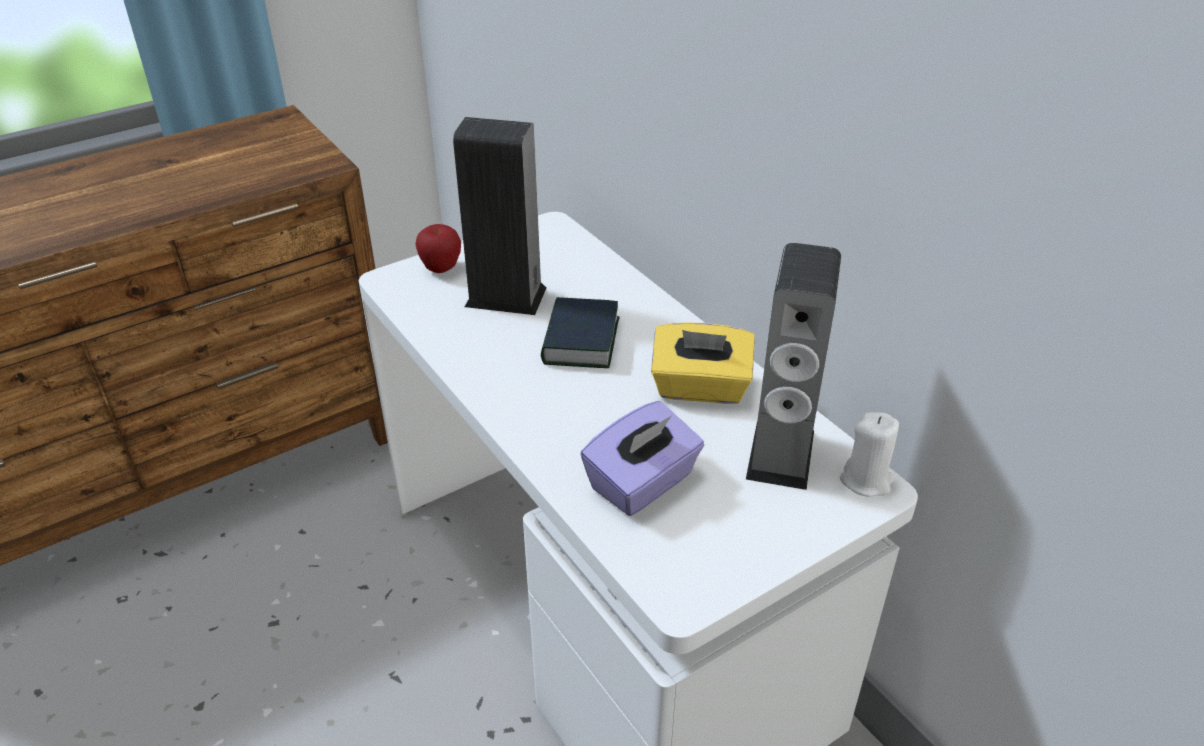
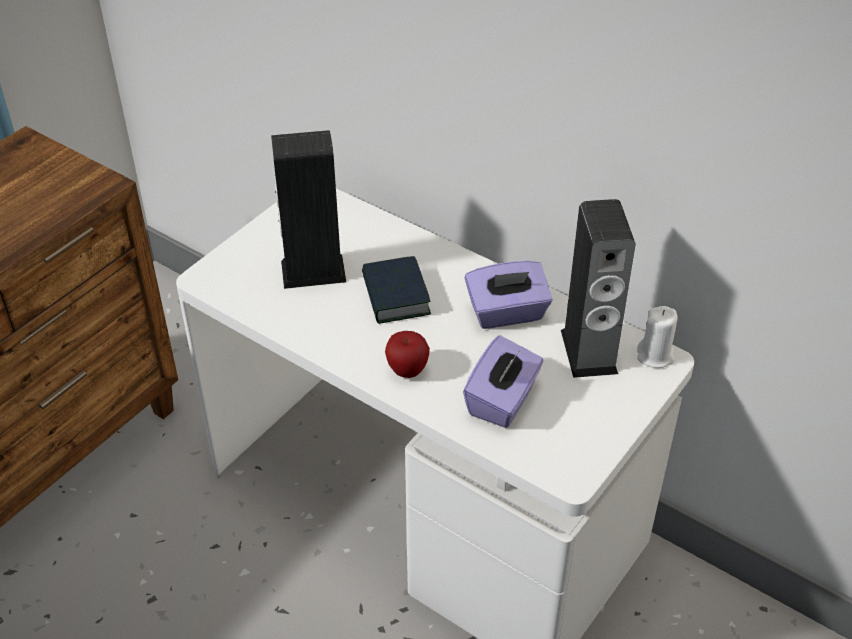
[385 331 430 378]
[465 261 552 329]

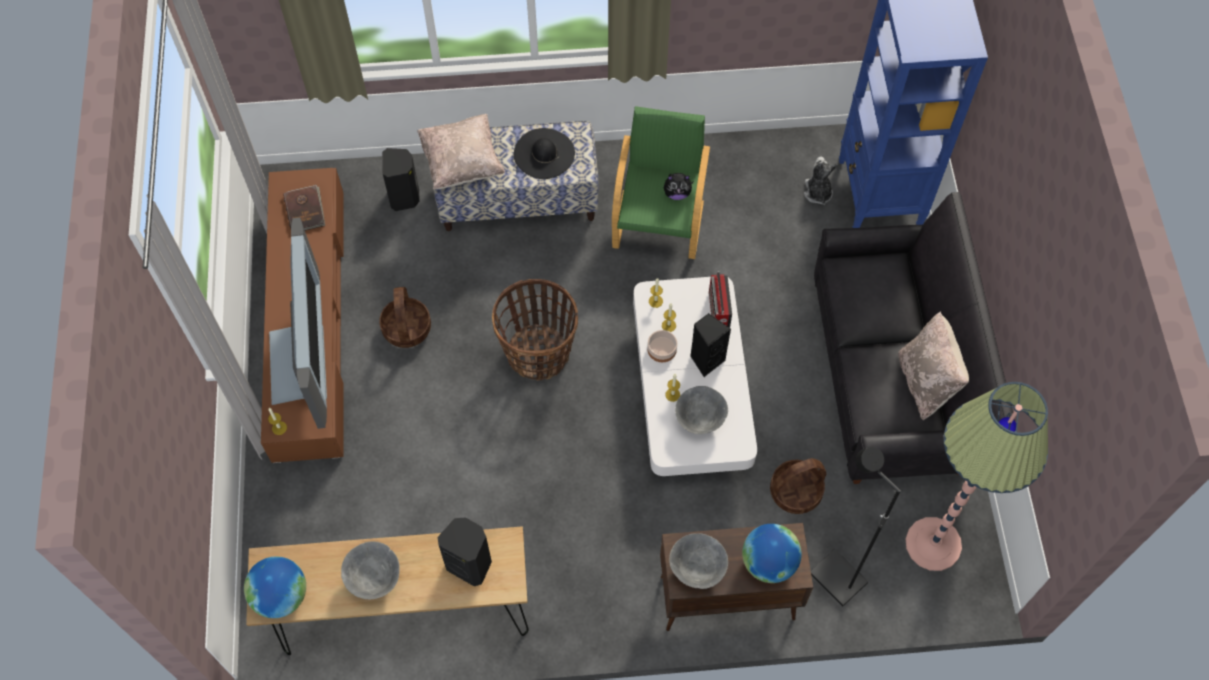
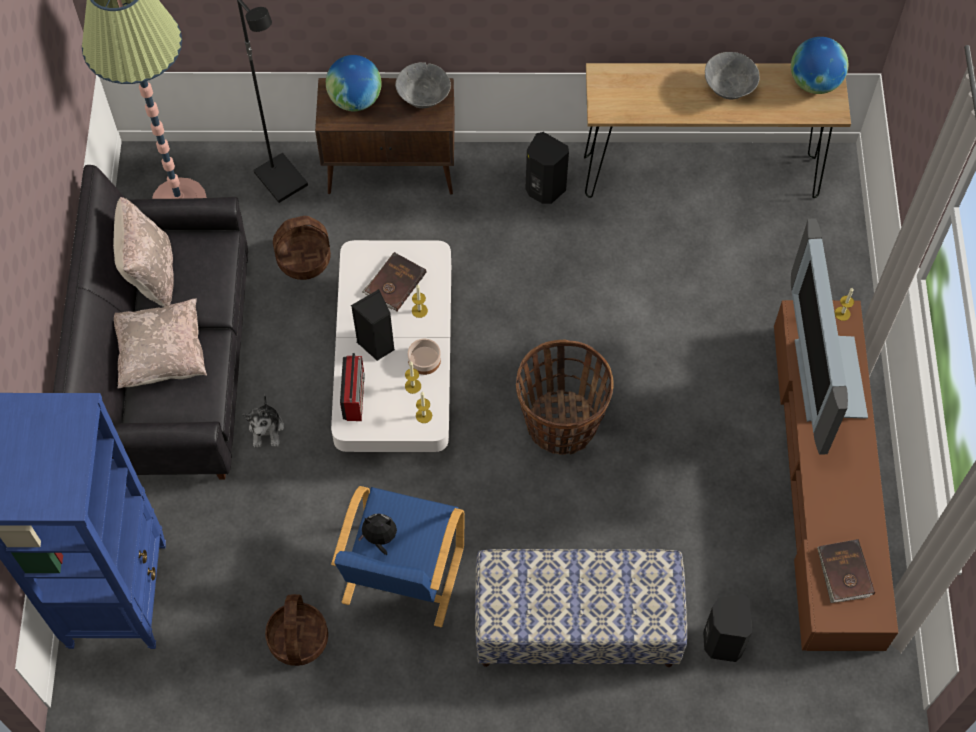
[331 486 465 627]
[114 299 207 388]
[514 128 575 179] (first image)
[242 394 284 448]
[265 594 328 666]
[362 252 426 311]
[525 132 569 204]

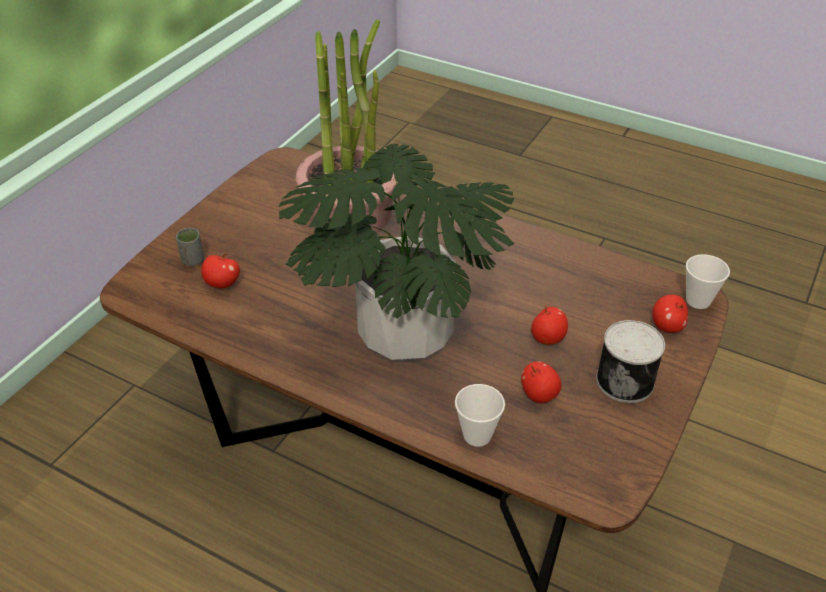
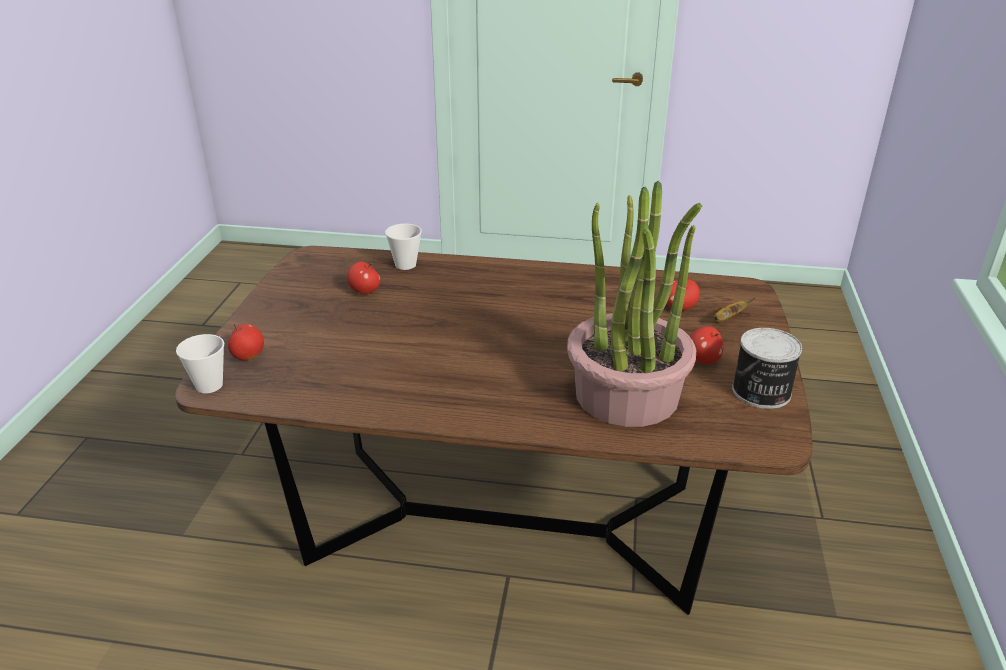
[278 144 515 360] (first image)
[714 298 755 322]
[690 326 723 364]
[732 328 802 409]

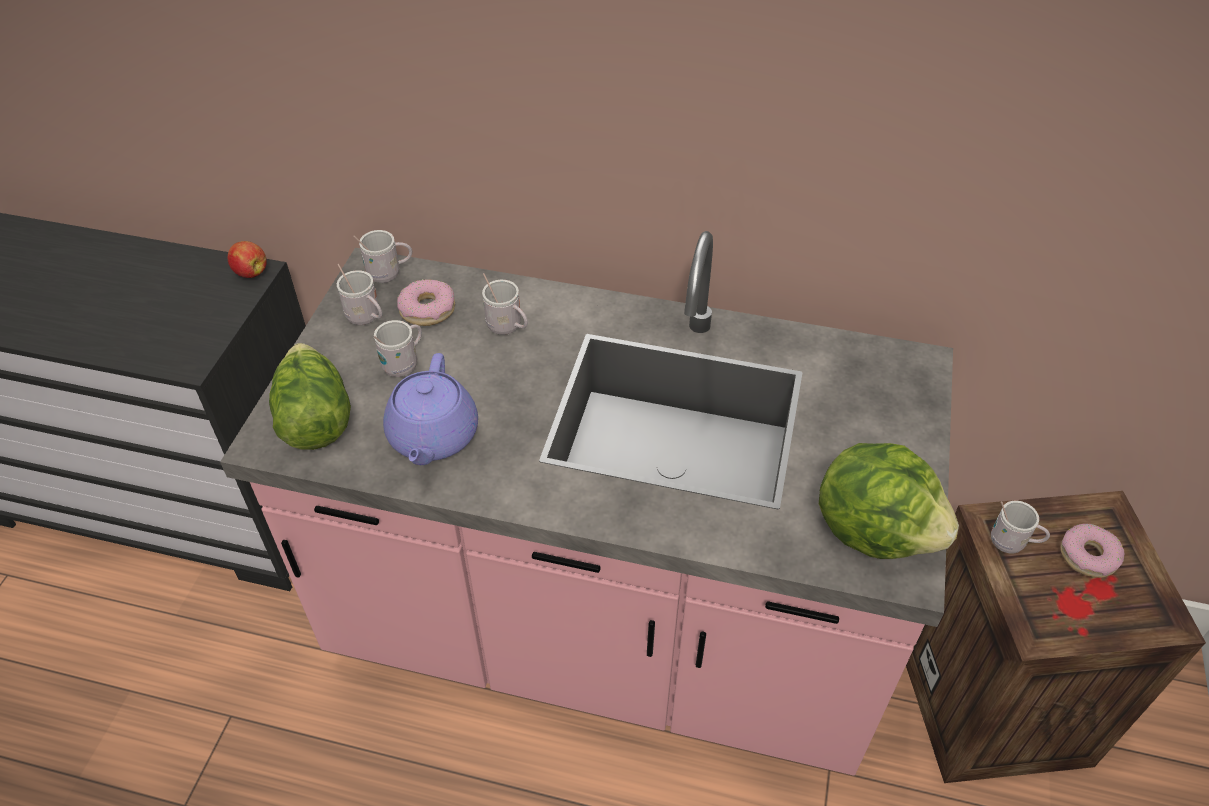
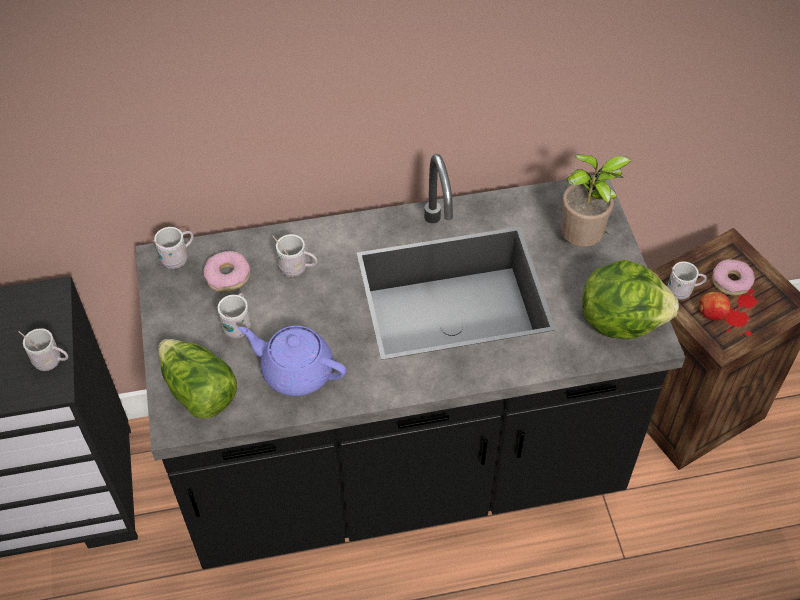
[136 154 686 569]
[699 292 730 321]
[18 328 68 371]
[238 326 347 396]
[561 154 631 247]

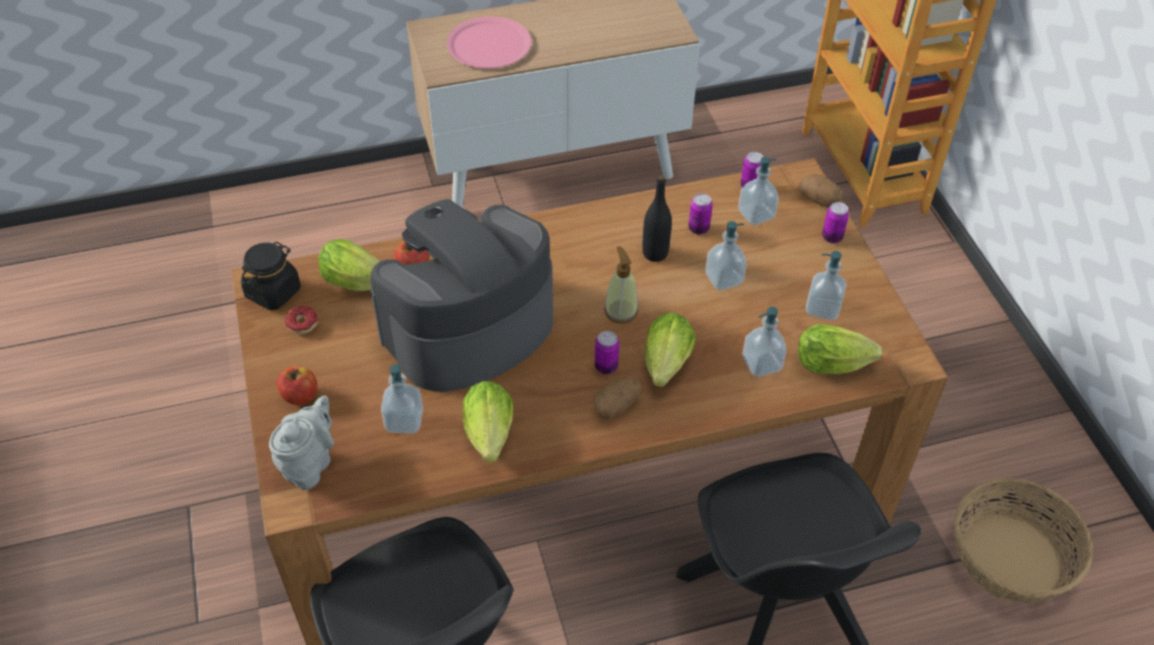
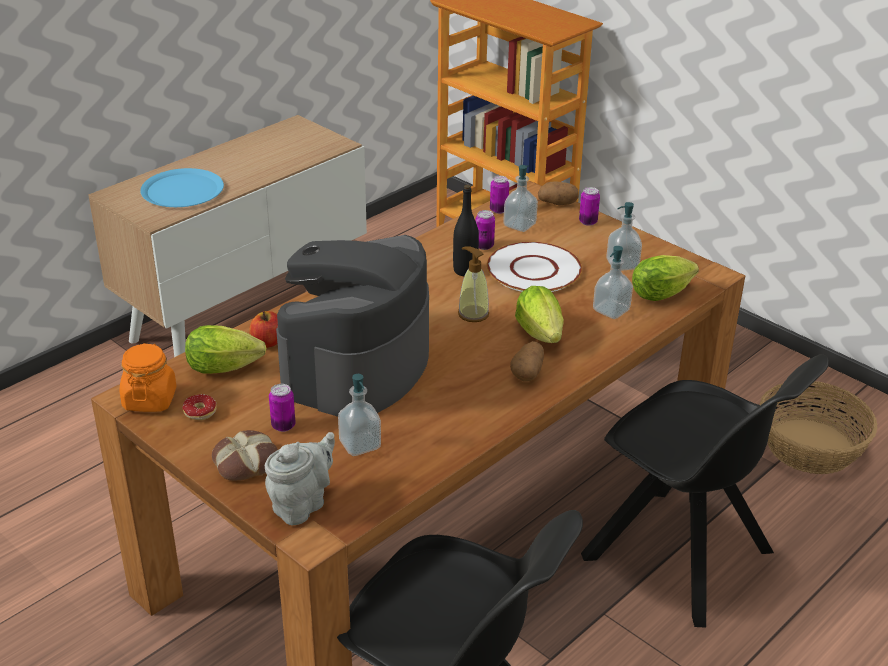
[140 168 224 207]
[487 242 582 292]
[120 343 177 412]
[269 384 295 432]
[212 430 278 481]
[463 381 513 462] (first image)
[265 432 335 525]

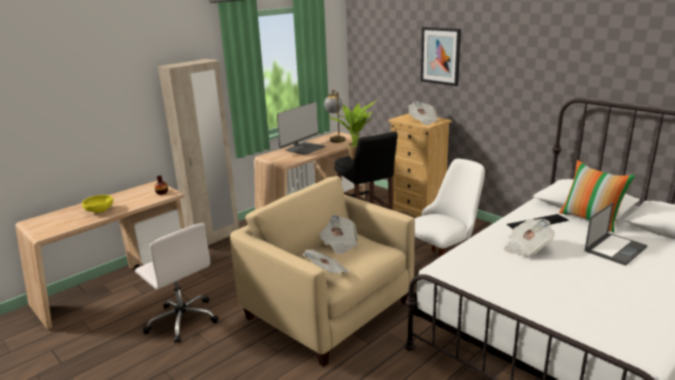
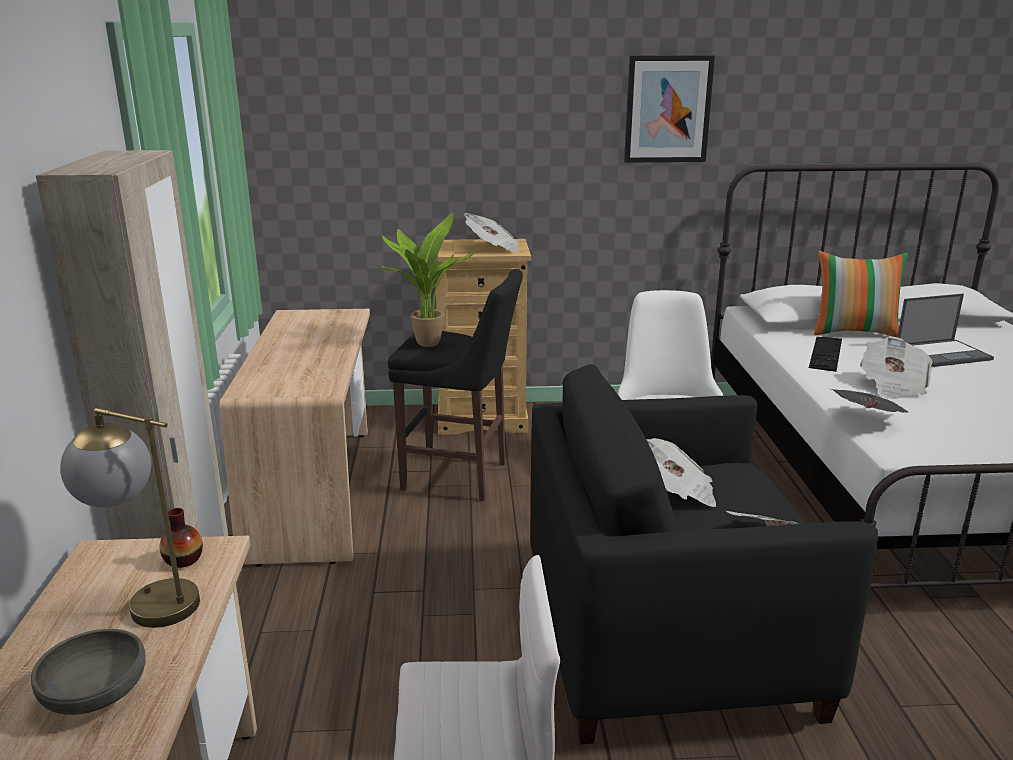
[624 55 715 163]
[60 407 200 628]
[277 102 326 155] (first image)
[530 364 878 744]
[31 629 146 715]
[897 294 994 367]
[831 389 908 413]

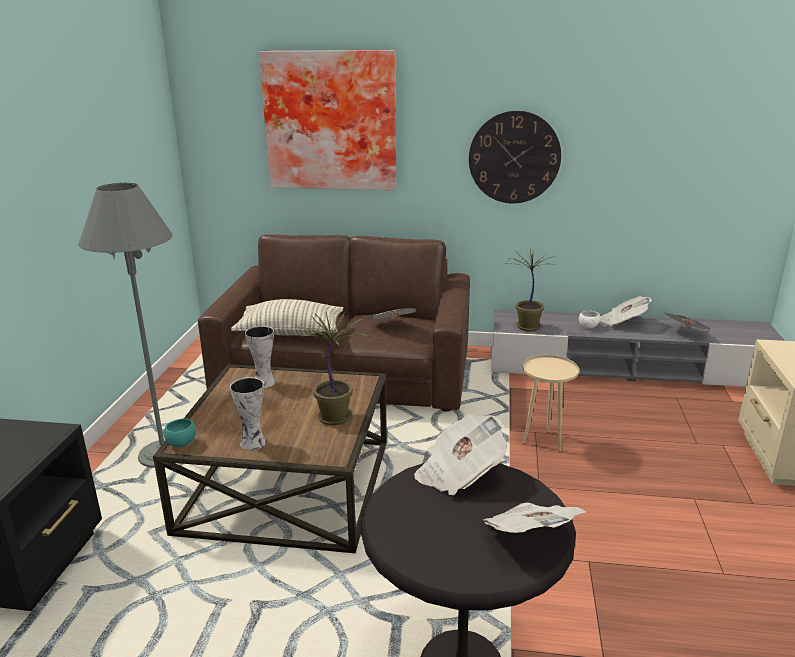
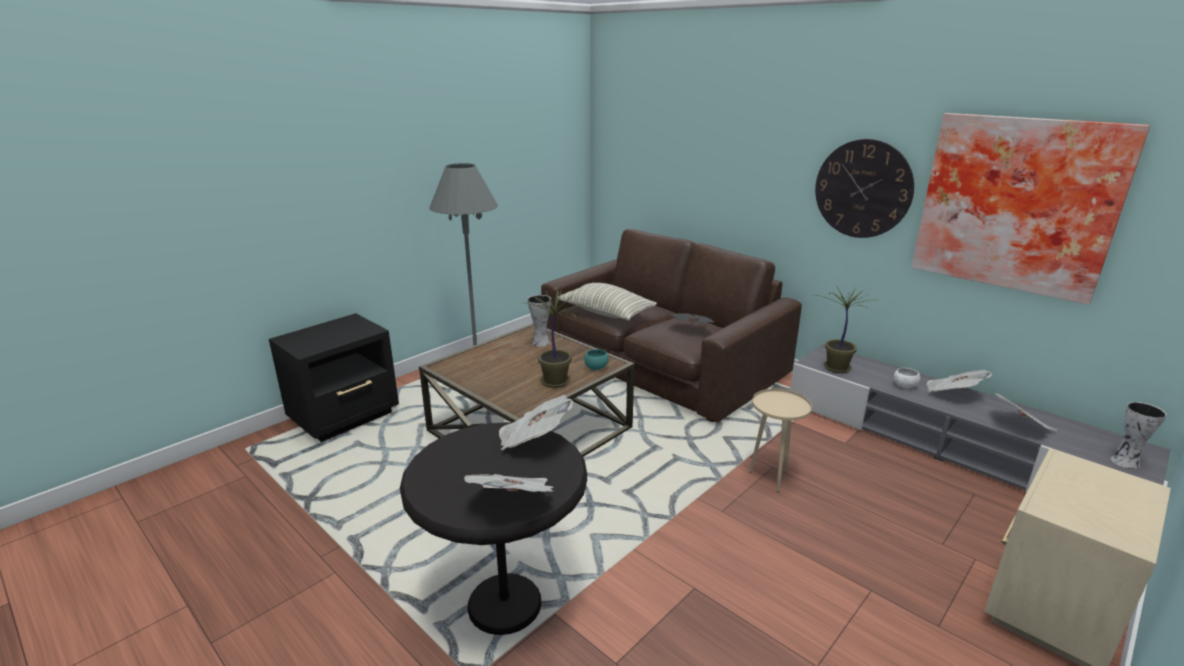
[911 113 1150 305]
[1111 402 1167 470]
[584 349 609 370]

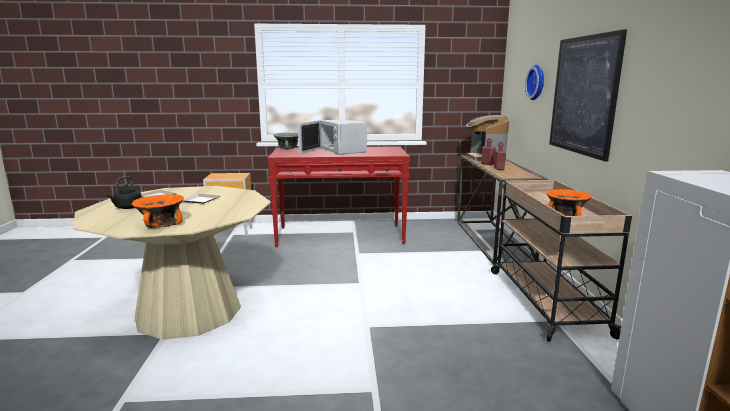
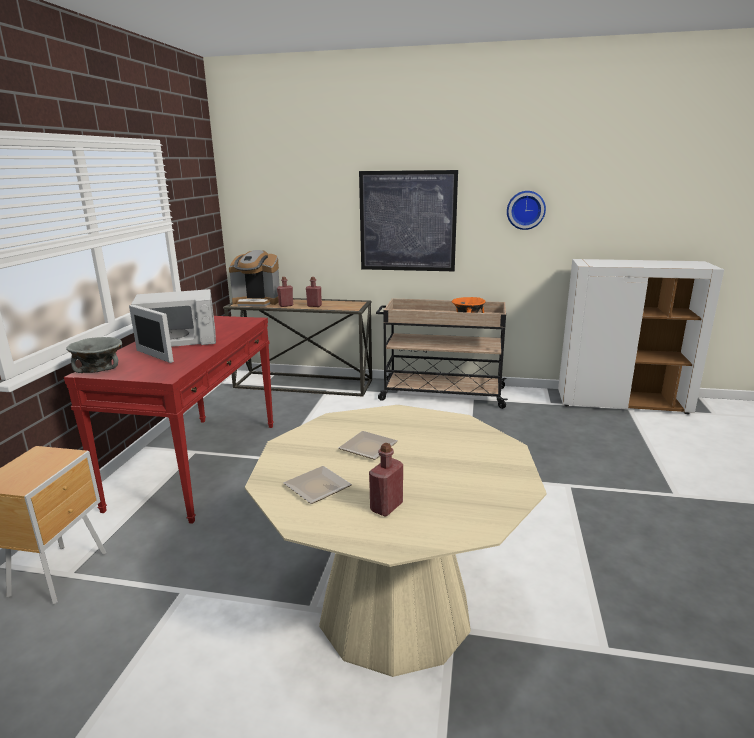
[507 191 546 230]
[369 443 403 516]
[132 194 184 228] (first image)

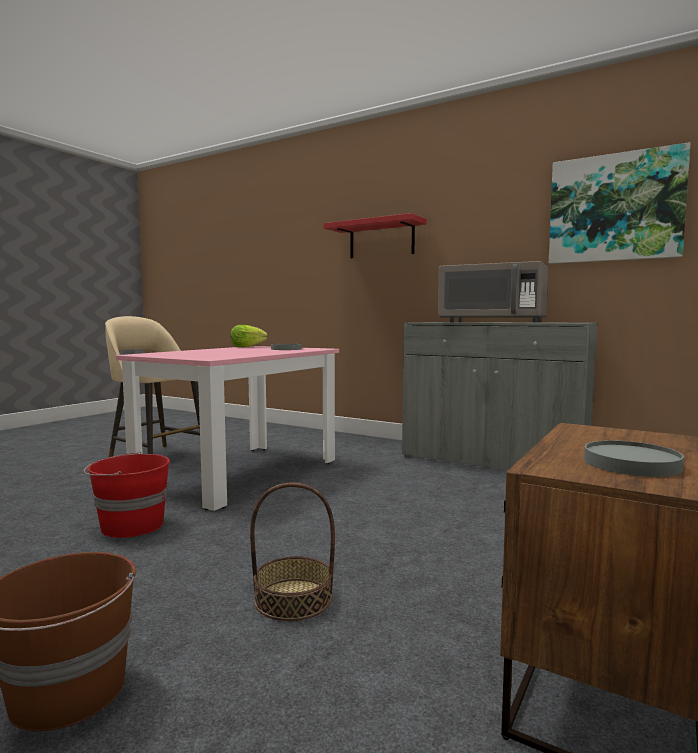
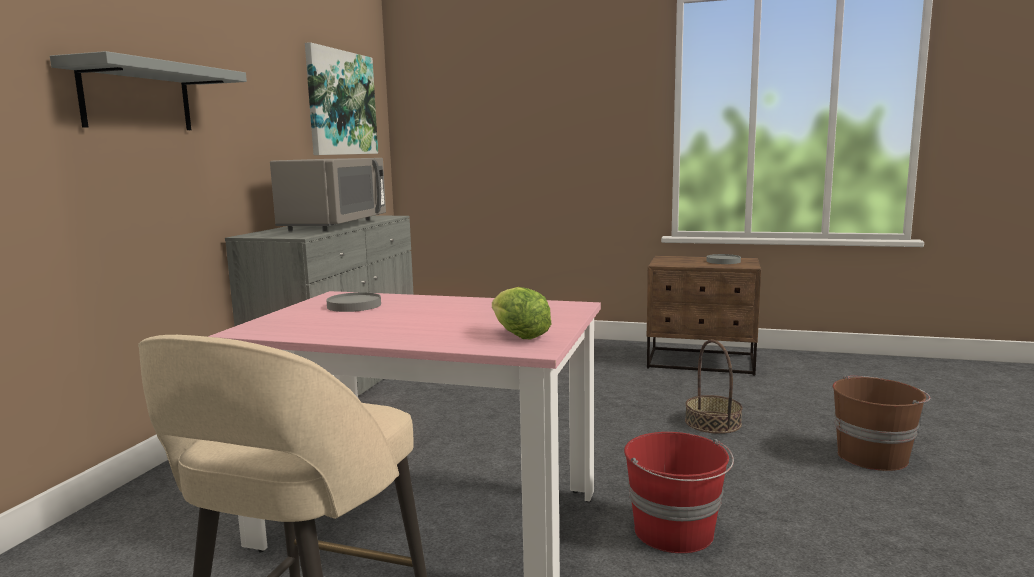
[50 51 247 130]
[492 287 552 339]

